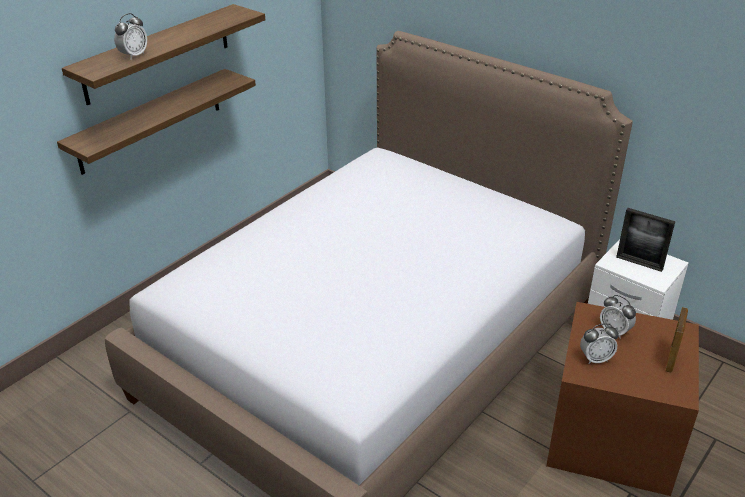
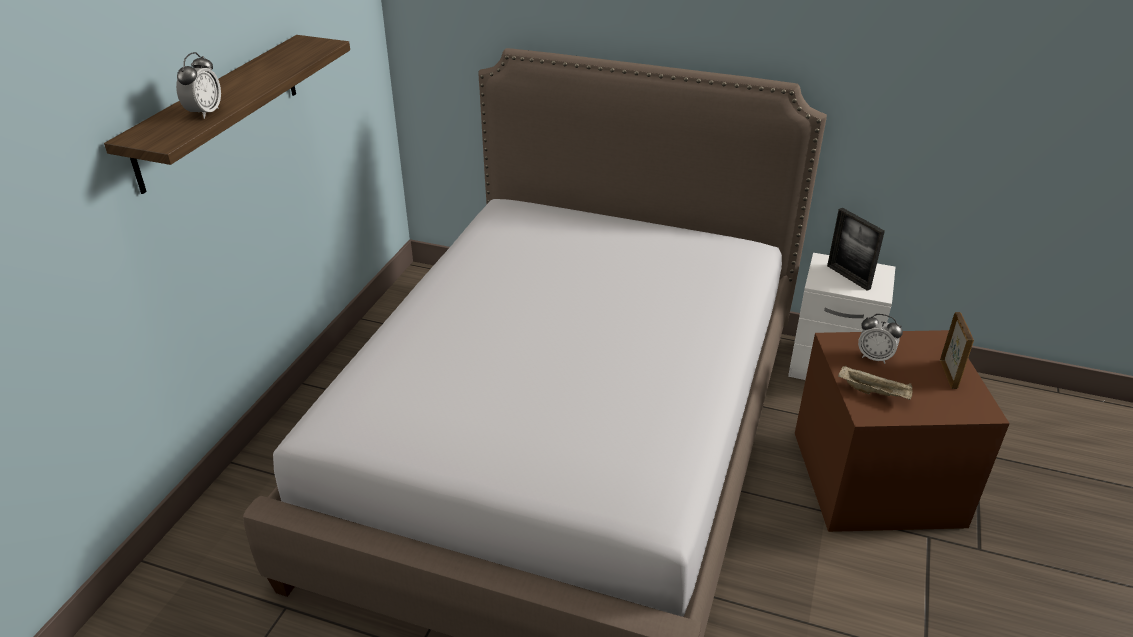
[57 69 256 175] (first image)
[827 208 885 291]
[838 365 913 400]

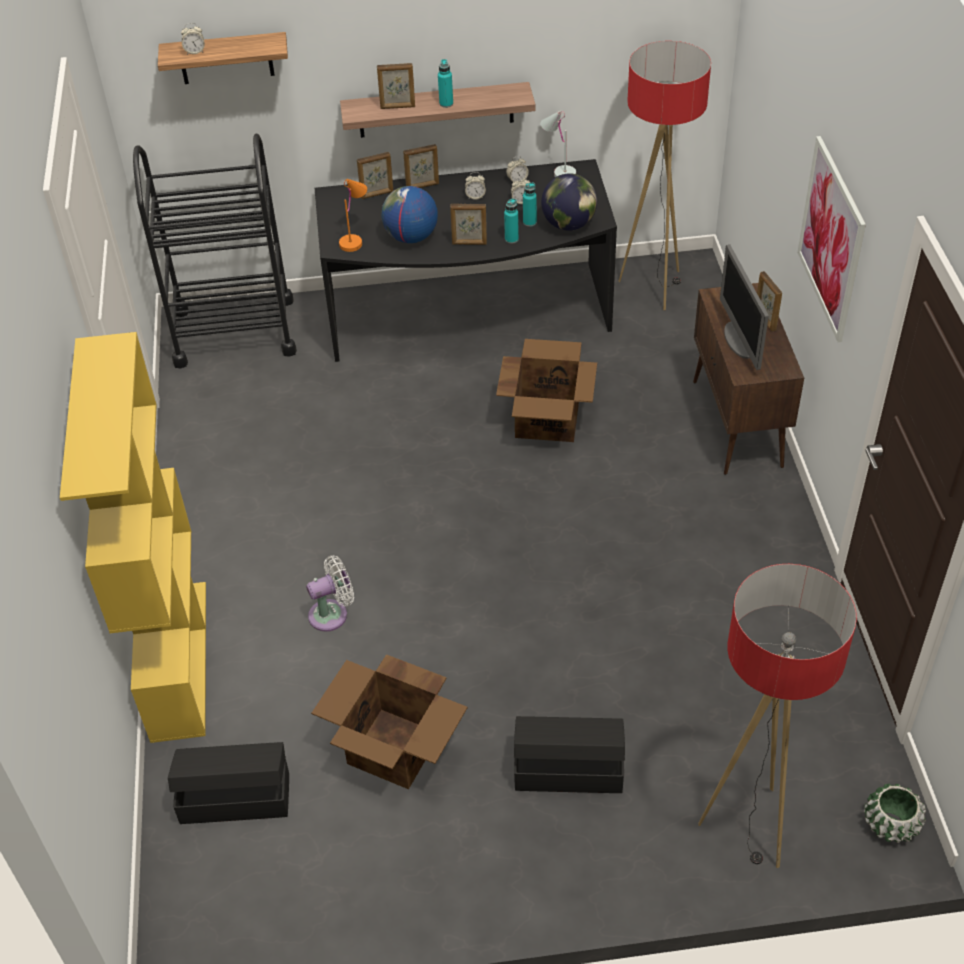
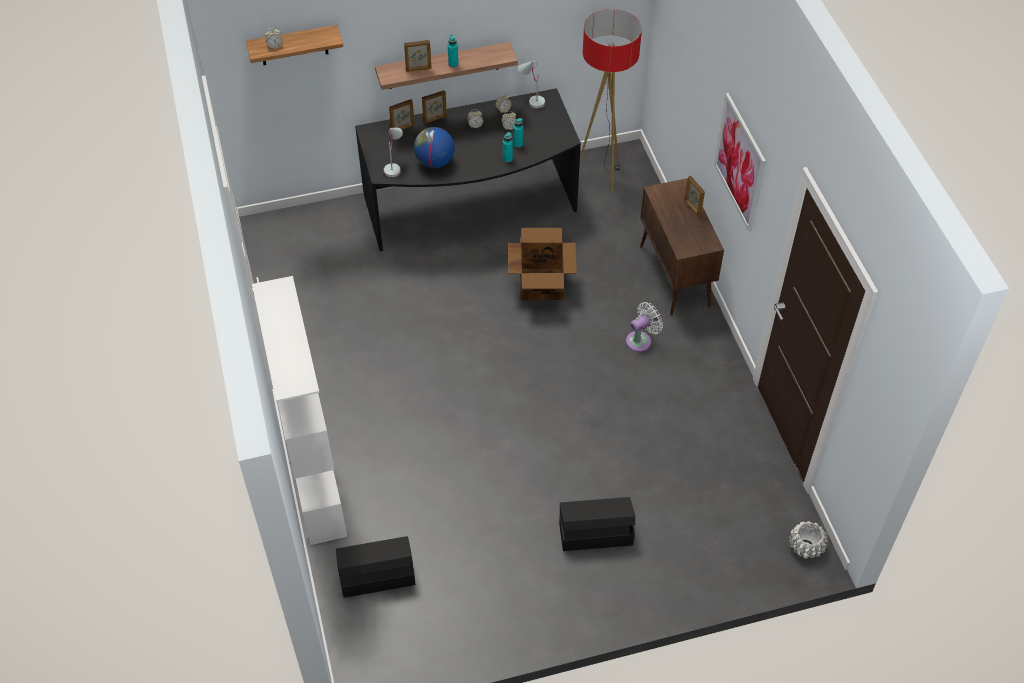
[133 134 297 368] (first image)
[541 173 597 231] (first image)
[384 127 403 177]
[450 204 487 245] (first image)
[720 245 769 370] (first image)
[252 276 347 545]
[626 302 663 352]
[698 564 857 868] (first image)
[311 654 468 789] (first image)
[789 521 828 559]

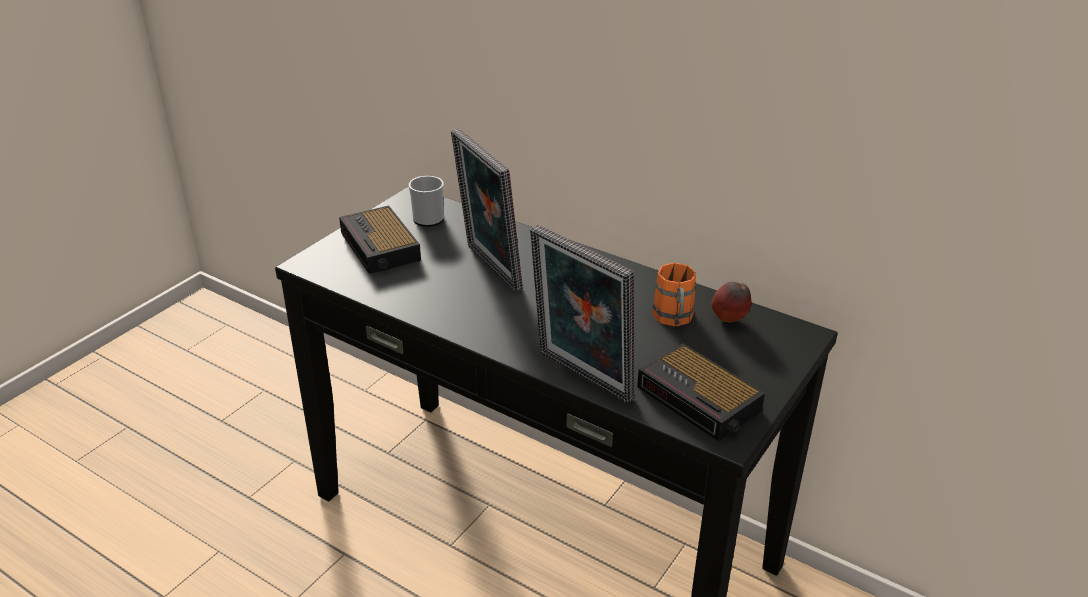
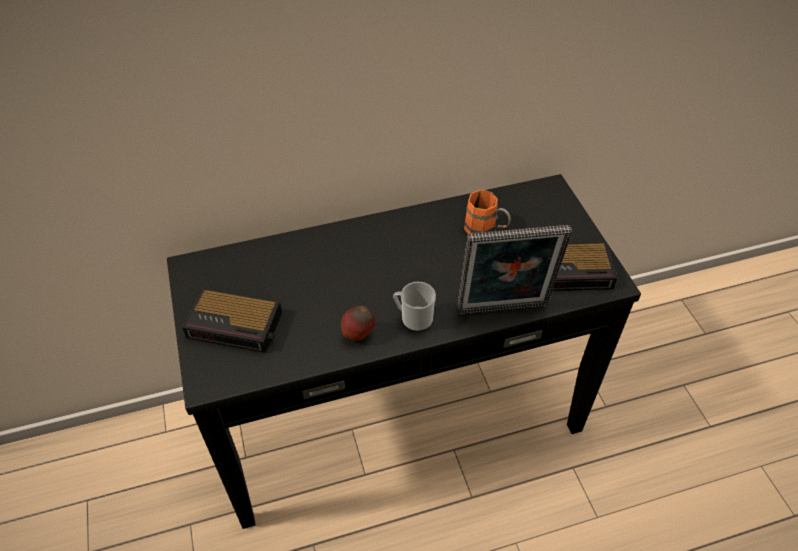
[451 128 523 292] (first image)
[393 282 436 332]
[341 306 375 341]

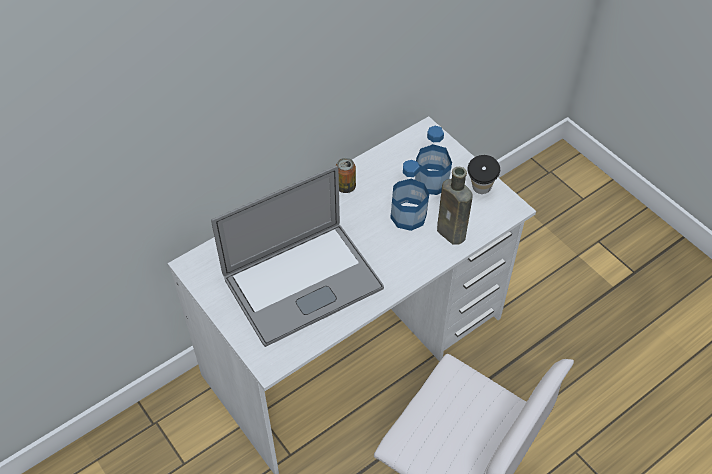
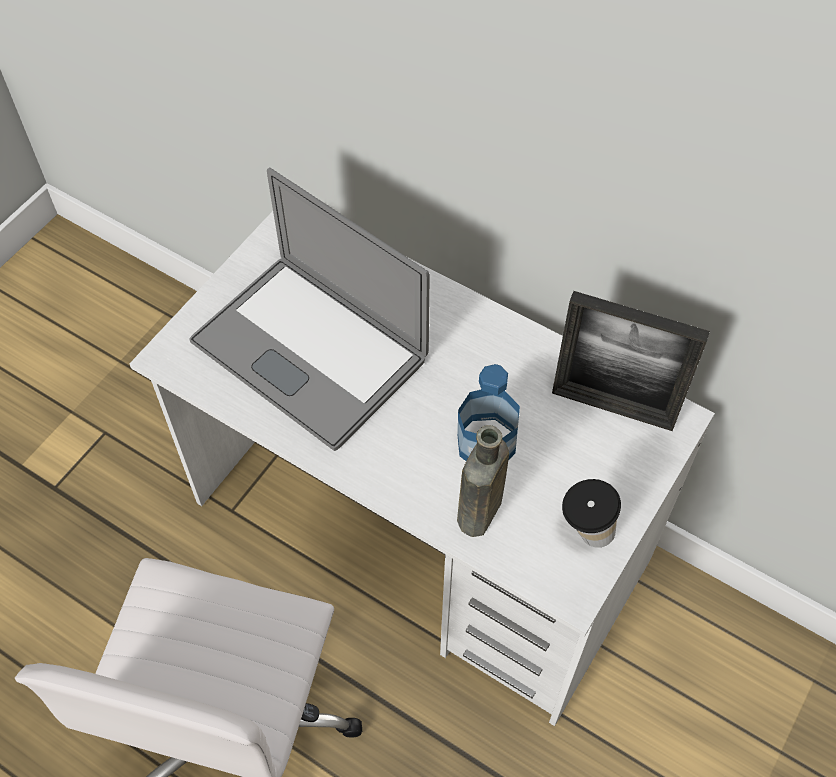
[415 126 452 195] (first image)
[336 158 356 193] (first image)
[552 291 710 431]

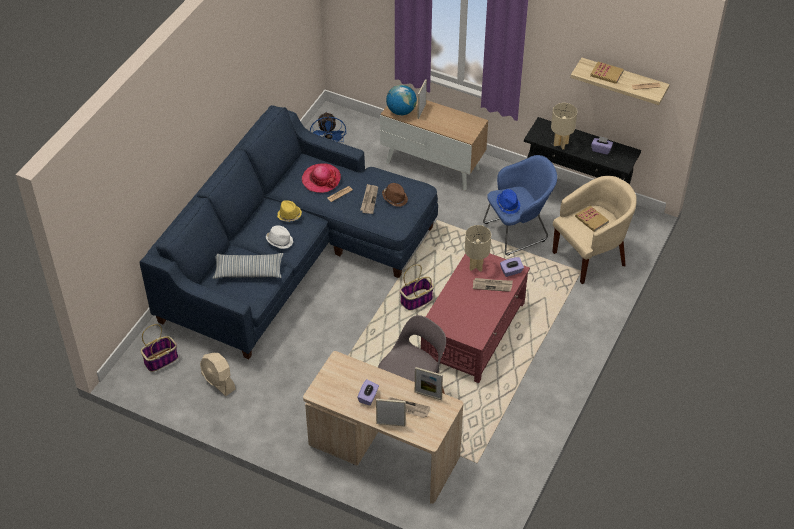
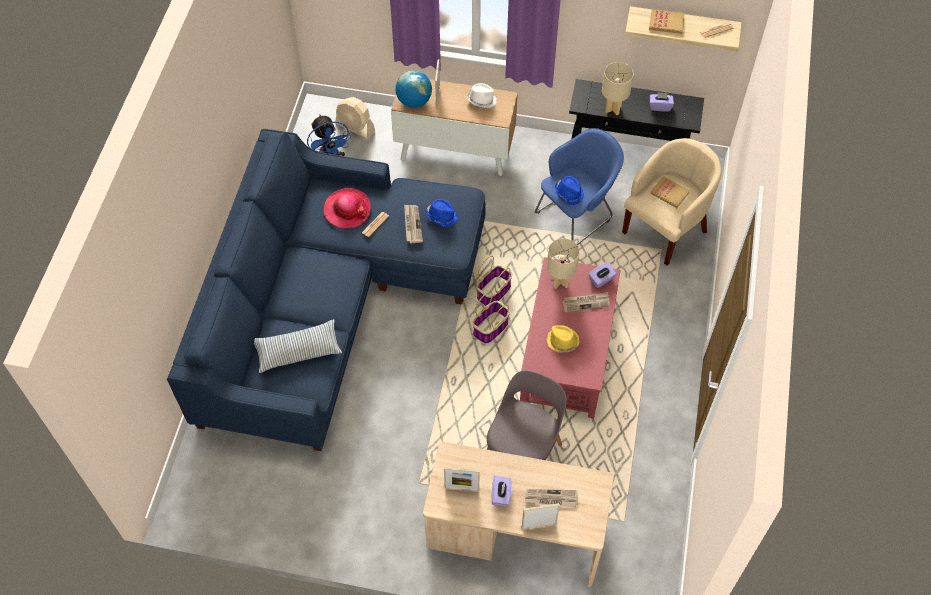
[426 199 458 227]
[547 325 580 353]
[467 83 497 108]
[476 256 512 306]
[336 97 375 139]
[444 467 480 491]

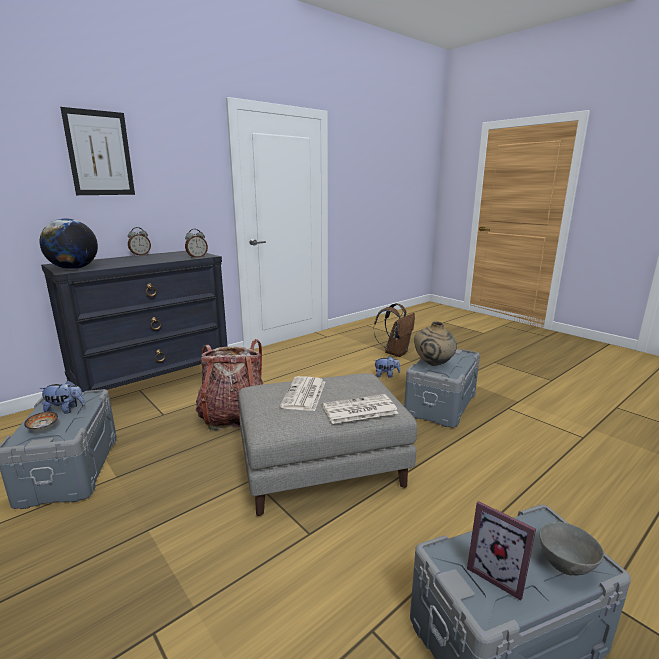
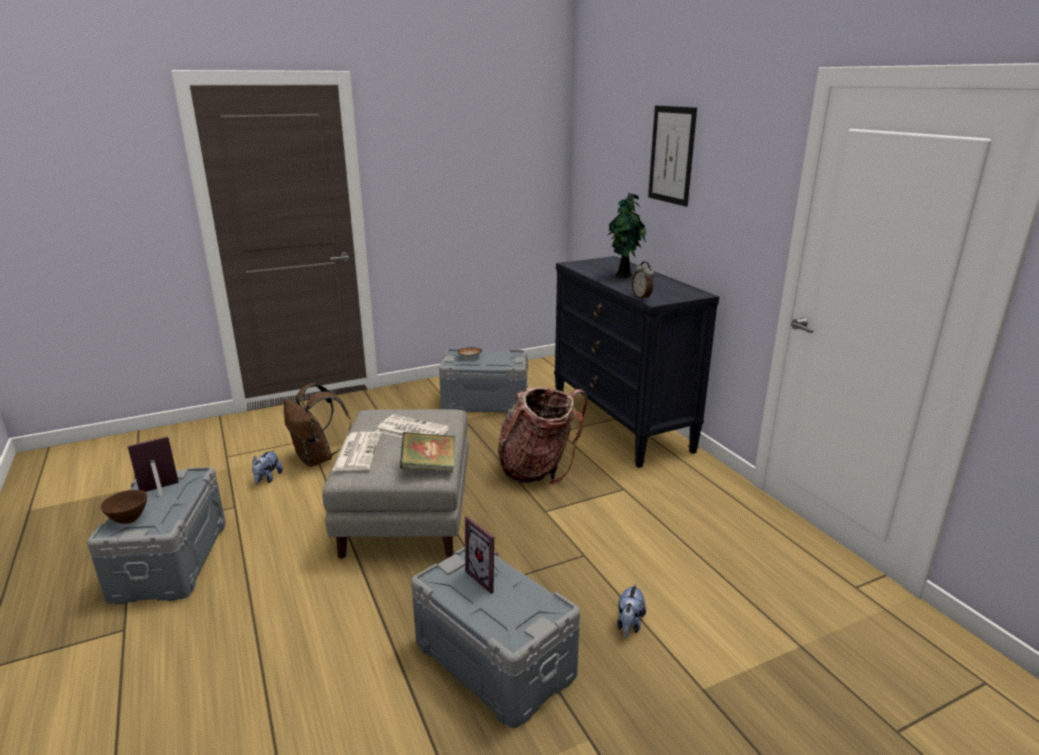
[40 218 98 269] (first image)
[128 227 151 256] (first image)
[284 383 351 467]
[465 516 498 594]
[252 449 283 485]
[100 490 147 524]
[608 193 647 278]
[400 432 455 472]

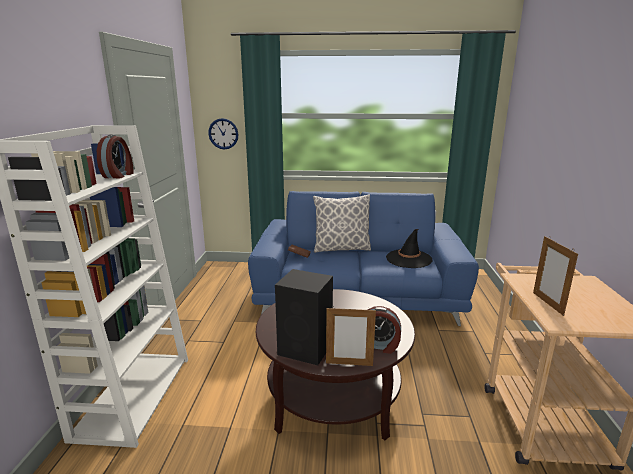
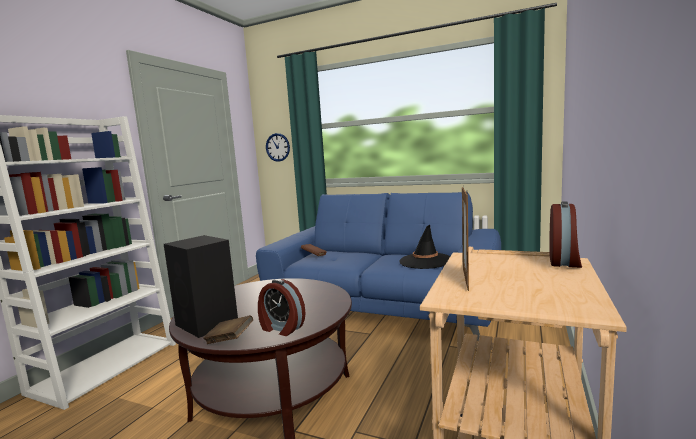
[549 201 582 268]
[313 195 371 253] (first image)
[203 315 253 344]

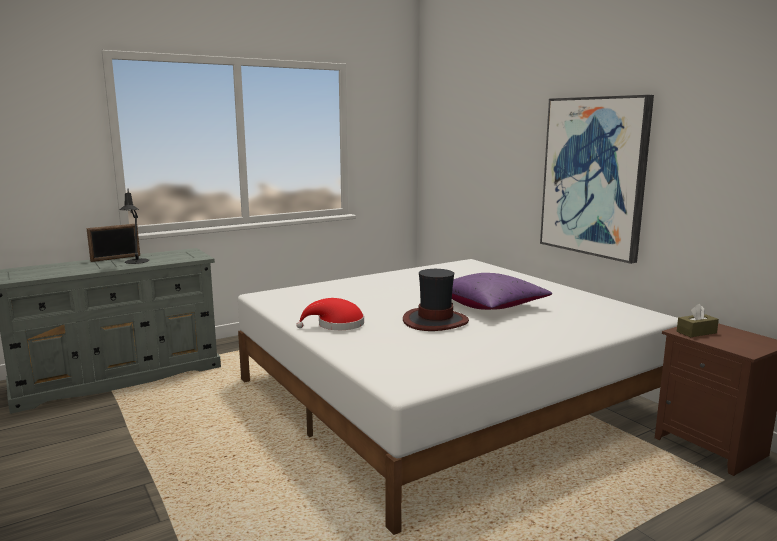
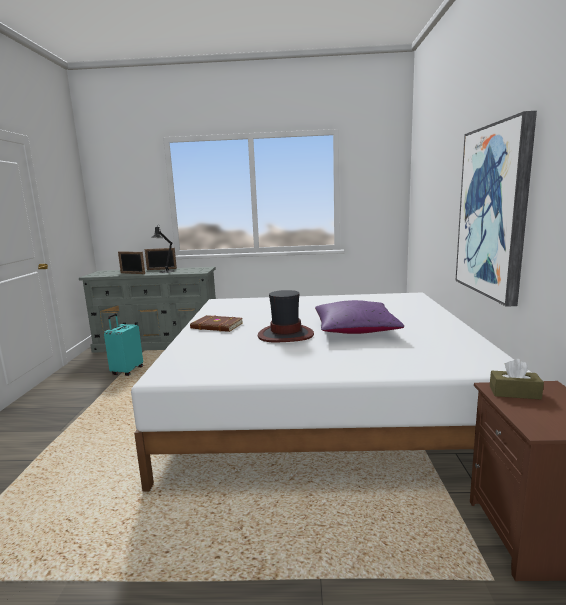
[190 315 243 332]
[118 251 145 274]
[104 314 143 376]

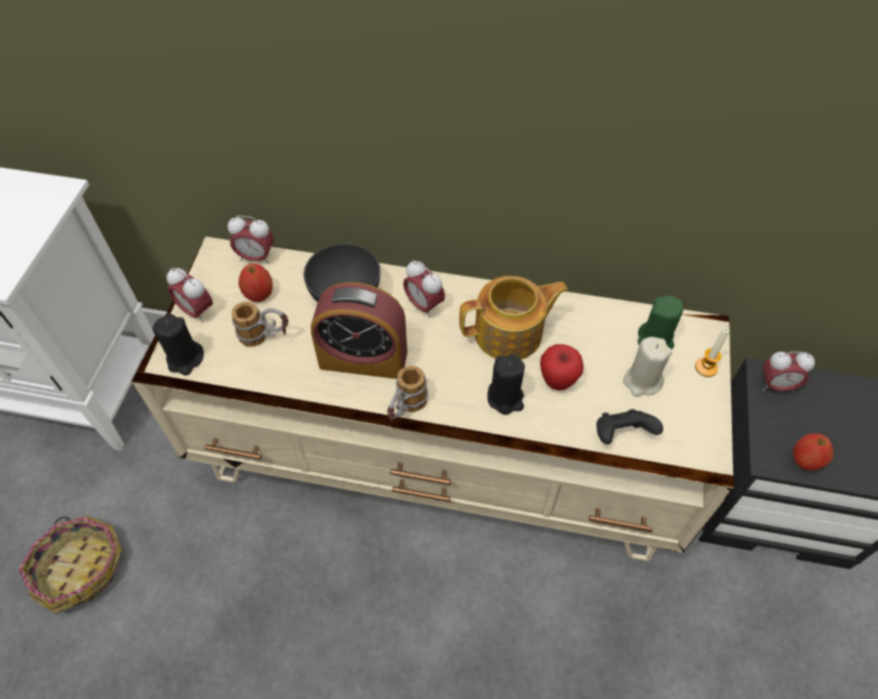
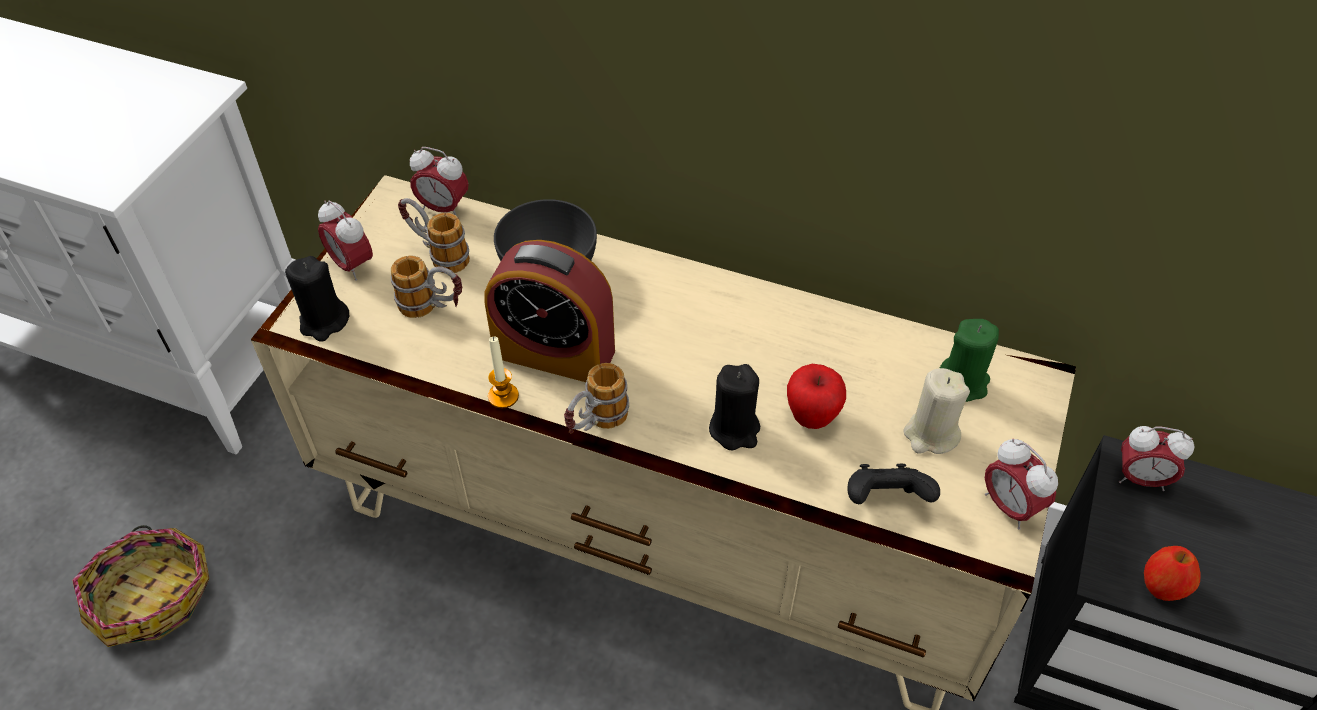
[985 439 1058 529]
[398 198 470 273]
[459 276 568 360] (first image)
[488 337 519 408]

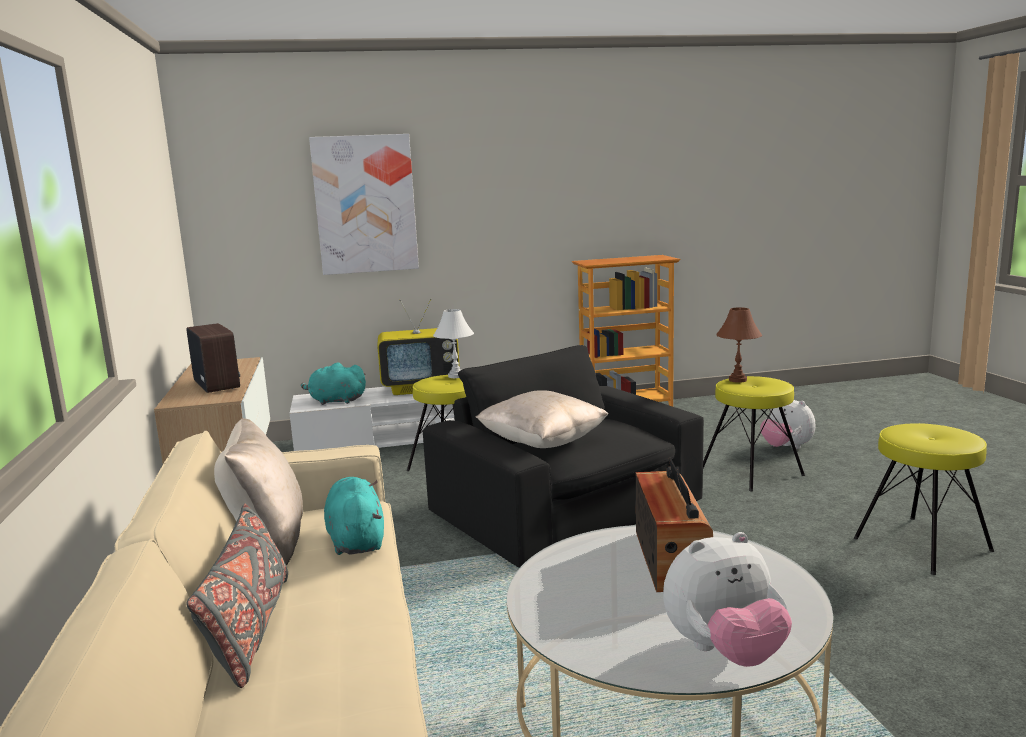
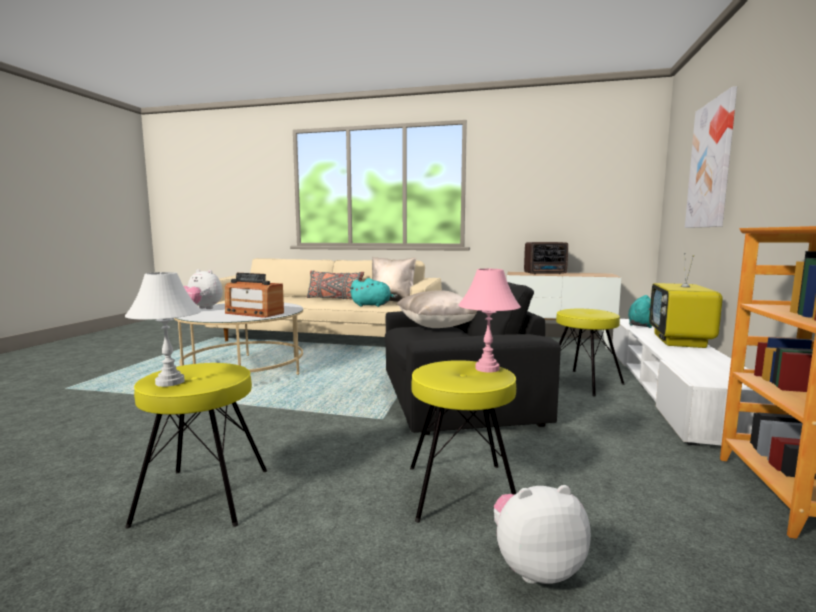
[458 269 521 372]
[125 272 201 387]
[184 269 223 309]

